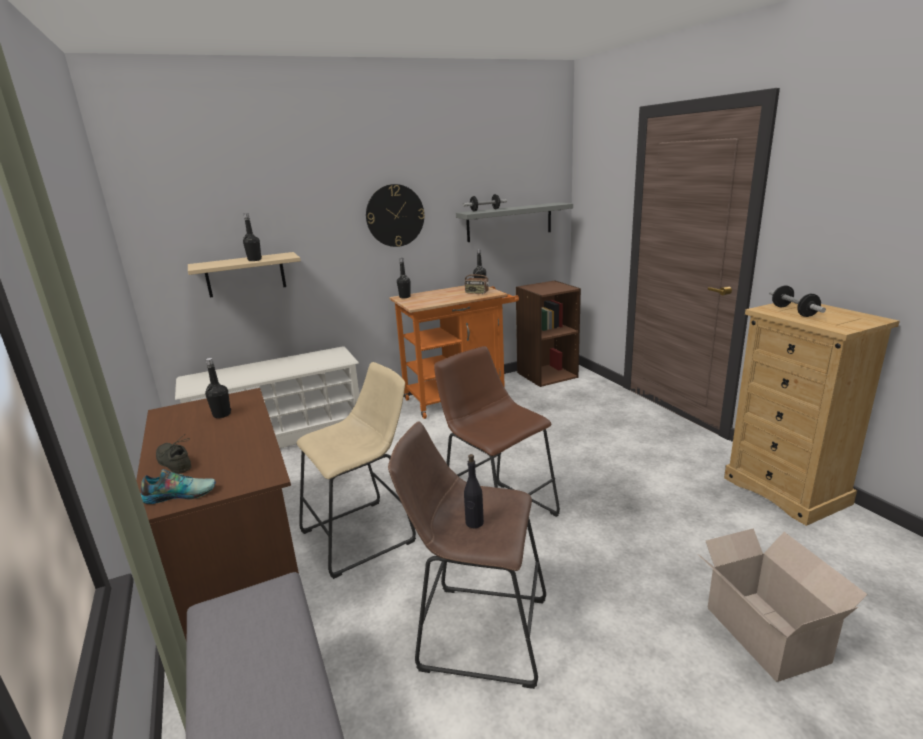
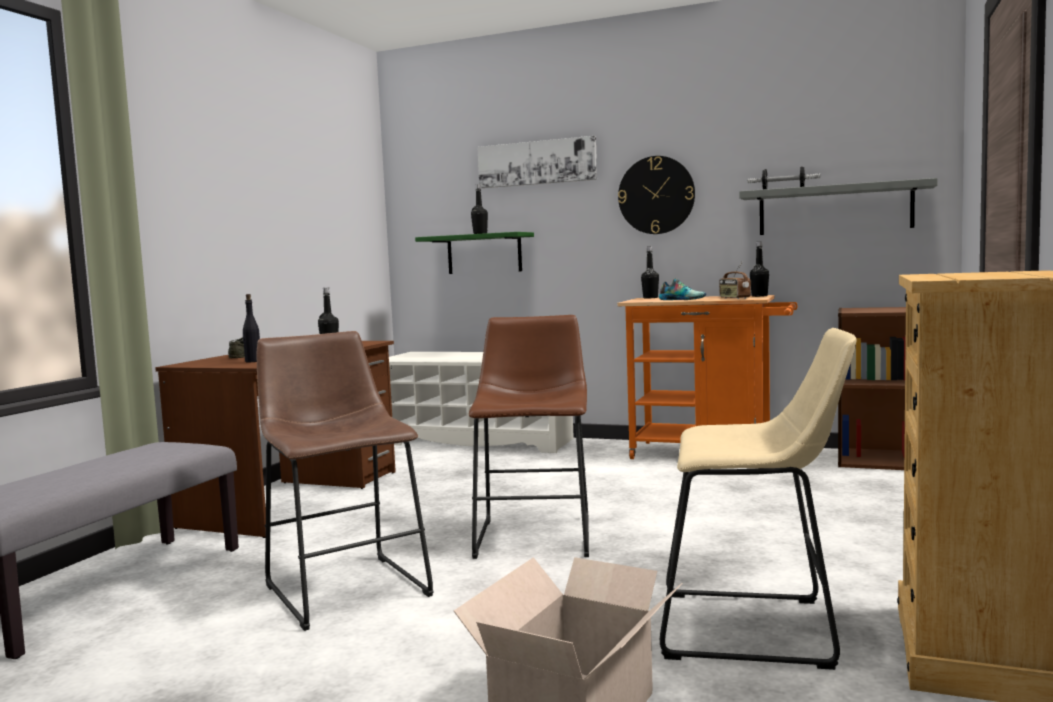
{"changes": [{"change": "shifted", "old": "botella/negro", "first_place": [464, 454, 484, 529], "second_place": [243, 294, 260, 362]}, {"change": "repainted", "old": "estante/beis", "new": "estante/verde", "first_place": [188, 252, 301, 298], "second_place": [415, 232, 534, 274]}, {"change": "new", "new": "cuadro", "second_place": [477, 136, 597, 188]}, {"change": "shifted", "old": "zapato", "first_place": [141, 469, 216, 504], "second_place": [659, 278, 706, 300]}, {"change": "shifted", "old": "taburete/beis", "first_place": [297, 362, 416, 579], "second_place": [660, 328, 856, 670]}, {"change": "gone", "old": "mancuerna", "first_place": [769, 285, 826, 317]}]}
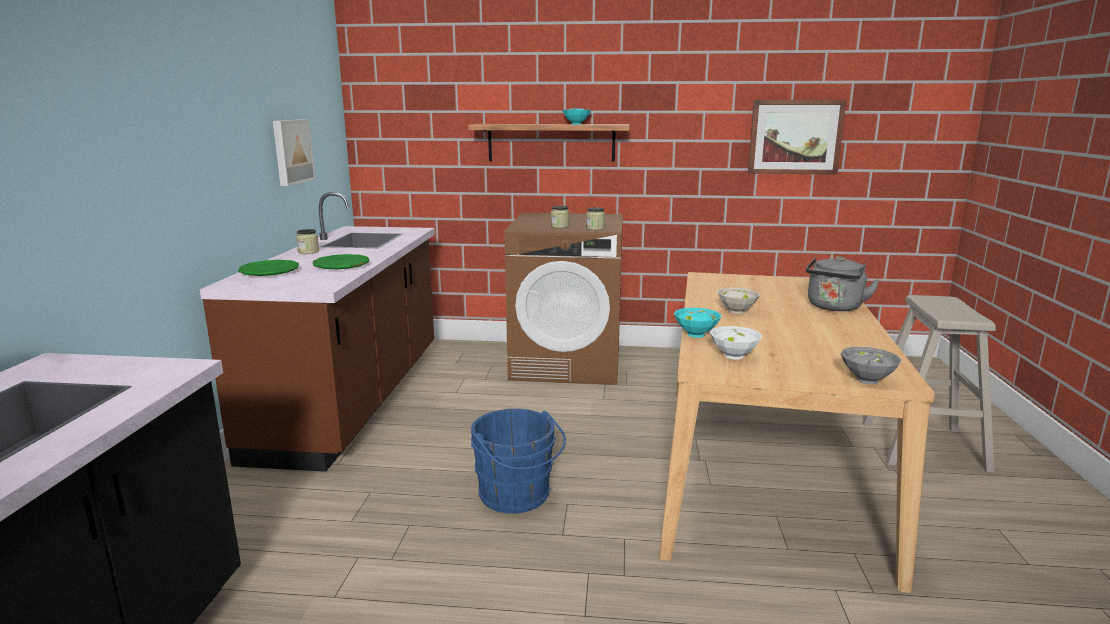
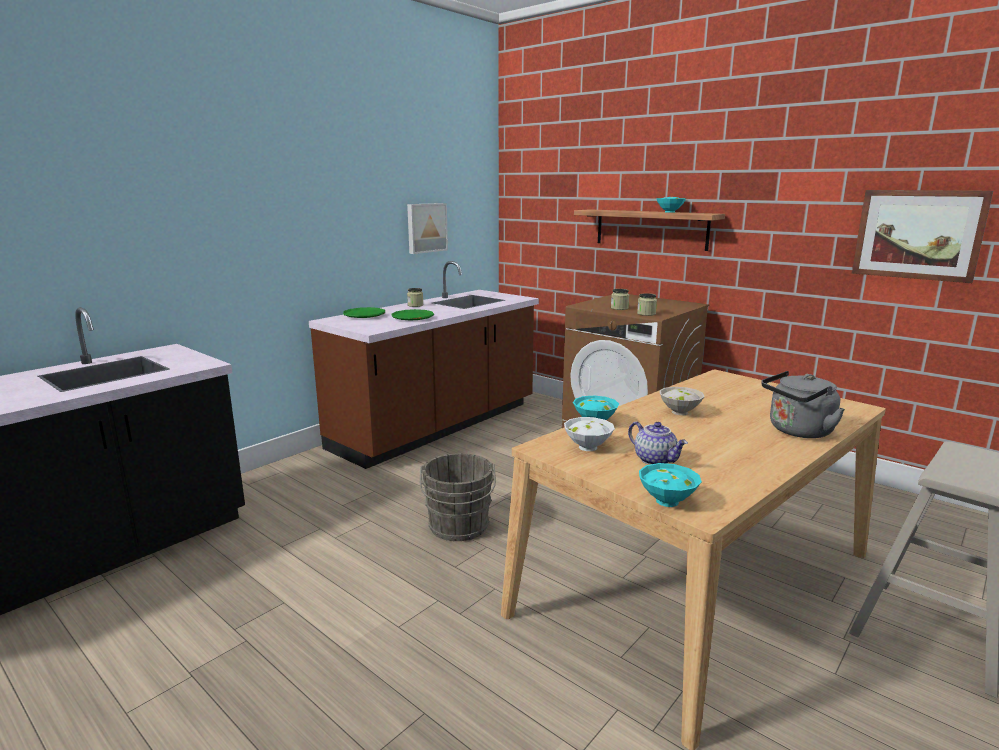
{"changes": [{"change": "repainted", "old": "cubo/azul", "new": "cubo/gris", "first_place": [471, 409, 566, 514], "second_place": [420, 453, 496, 541]}, {"change": "new", "new": "tetera", "second_place": [628, 421, 688, 465]}, {"change": "repainted", "old": "cuenco/gris", "new": "cuenco/turquesa", "first_place": [841, 347, 902, 384], "second_place": [639, 463, 702, 507]}]}
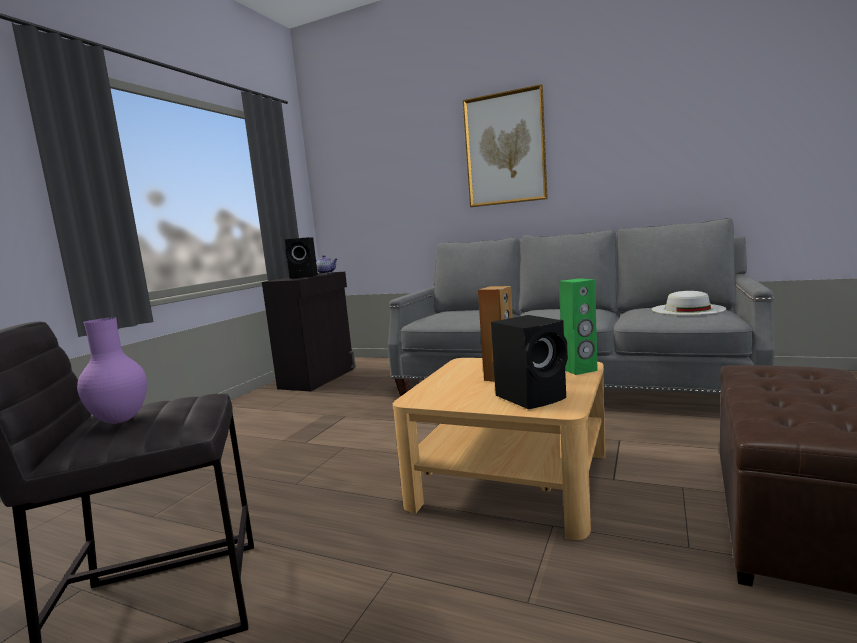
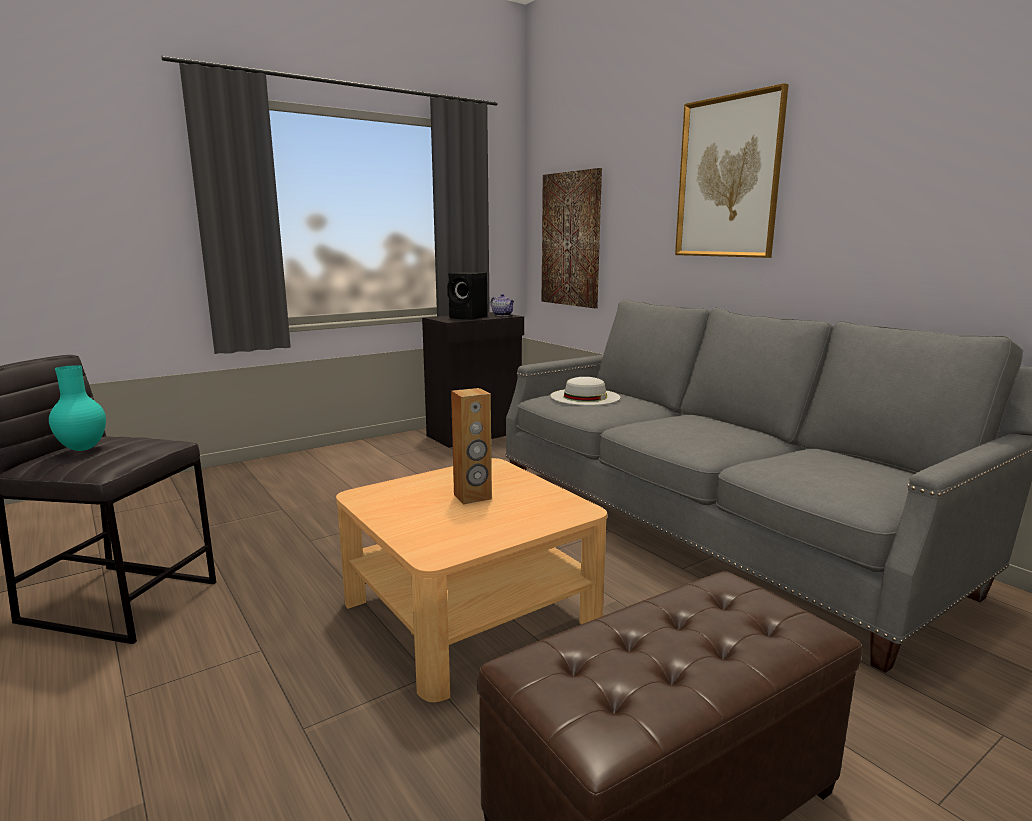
{"changes": [{"change": "repainted", "old": "florero/morado", "new": "florero/turquesa", "first_place": [77, 317, 147, 424], "second_place": [49, 365, 106, 451]}, {"change": "new", "new": "cuadro", "second_place": [542, 168, 602, 308]}, {"change": "shifted", "old": "sombrero/blanco", "first_place": [652, 291, 726, 315], "second_place": [550, 377, 620, 405]}, {"change": "gone", "old": "altavoz/negro", "first_place": [491, 315, 568, 409]}, {"change": "gone", "old": "altavoz/verde", "first_place": [559, 278, 598, 375]}]}
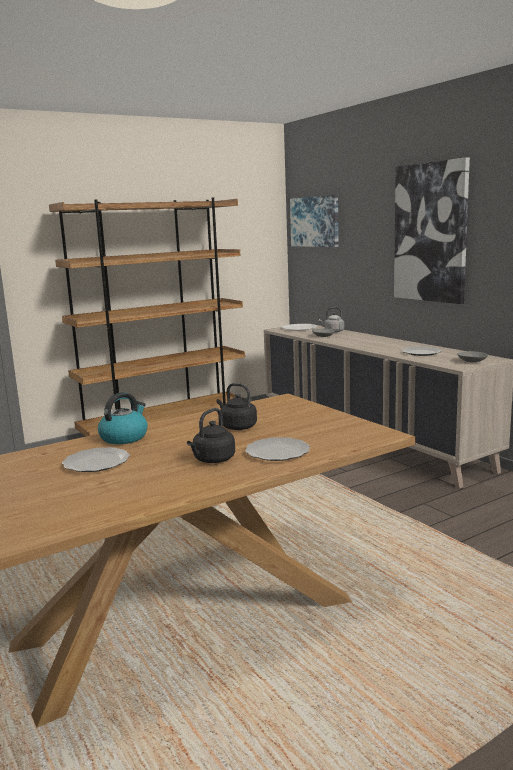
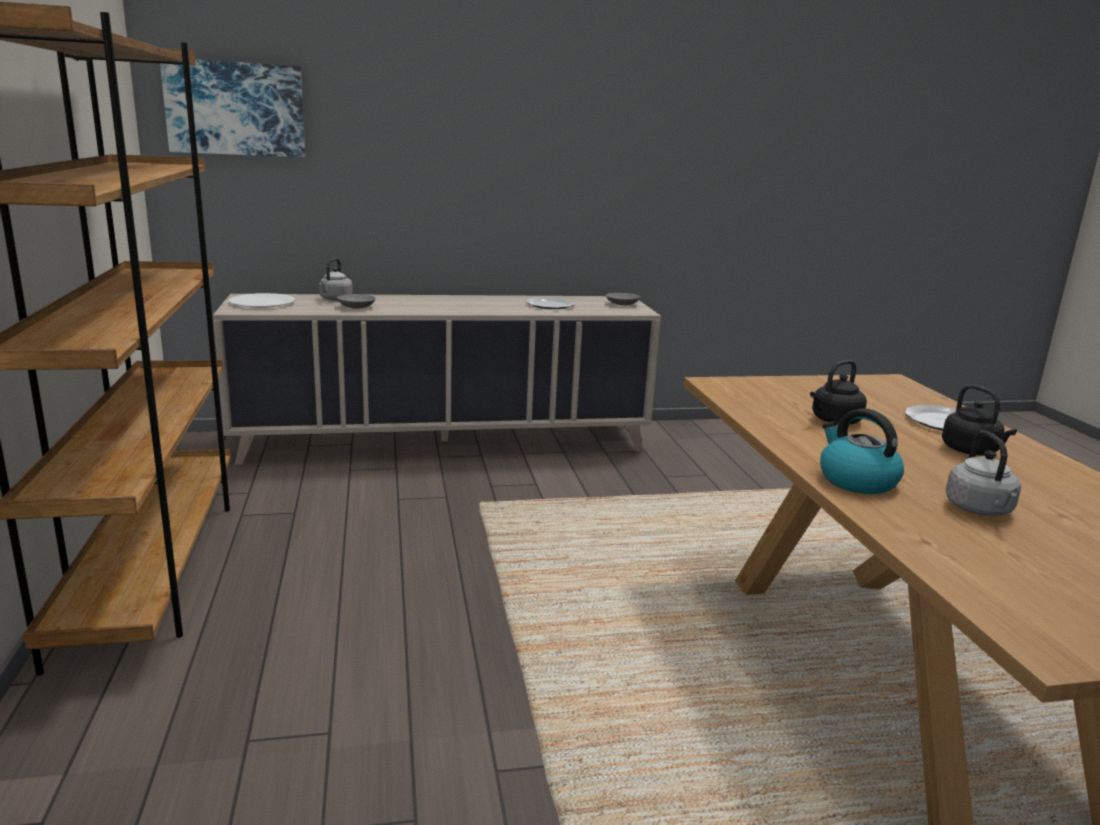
{"changes": [{"change": "swapped", "old": "plato", "new": "hervidor/gris", "first_place": [62, 447, 130, 472], "second_place": [946, 431, 1021, 517]}, {"change": "gone", "old": "cuadro", "first_place": [394, 157, 470, 304]}]}
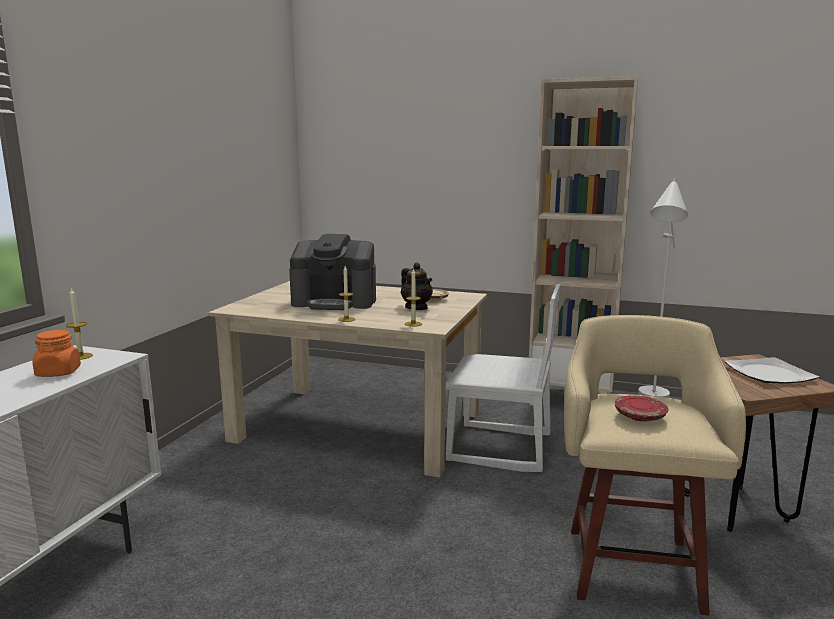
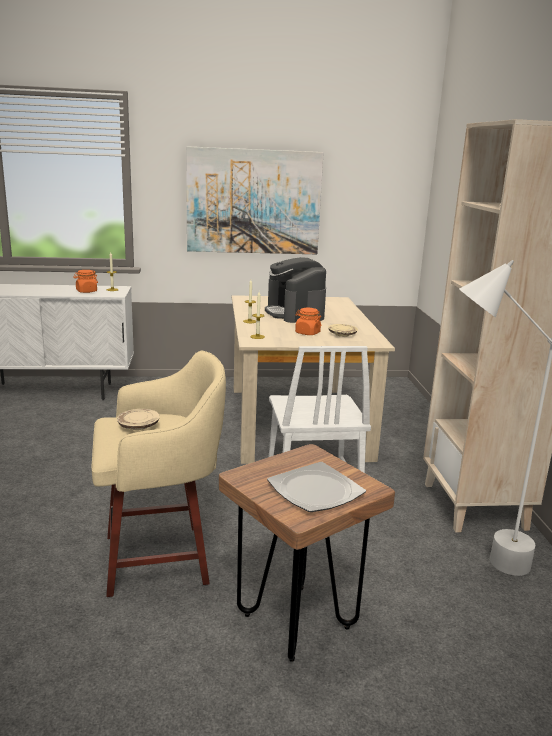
{"changes": [{"change": "repainted", "old": "plato/rojo", "new": "plato/beis", "first_place": [615, 395, 669, 422], "second_place": [117, 409, 160, 430]}, {"change": "new", "new": "cuadro", "second_place": [186, 146, 324, 254]}, {"change": "swapped", "old": "tetera", "new": "tarro/naranja", "first_place": [401, 262, 433, 310], "second_place": [295, 308, 321, 335]}]}
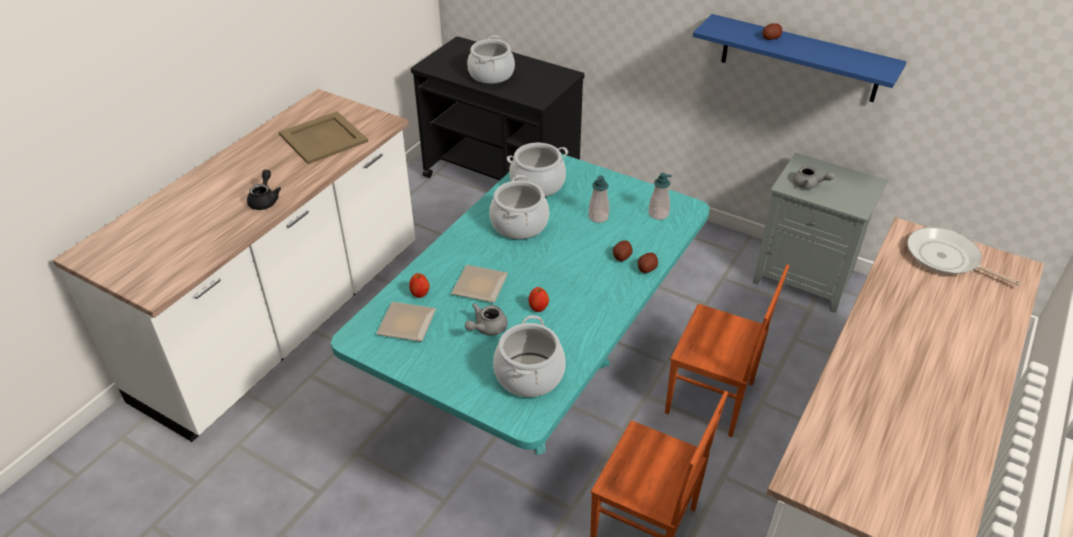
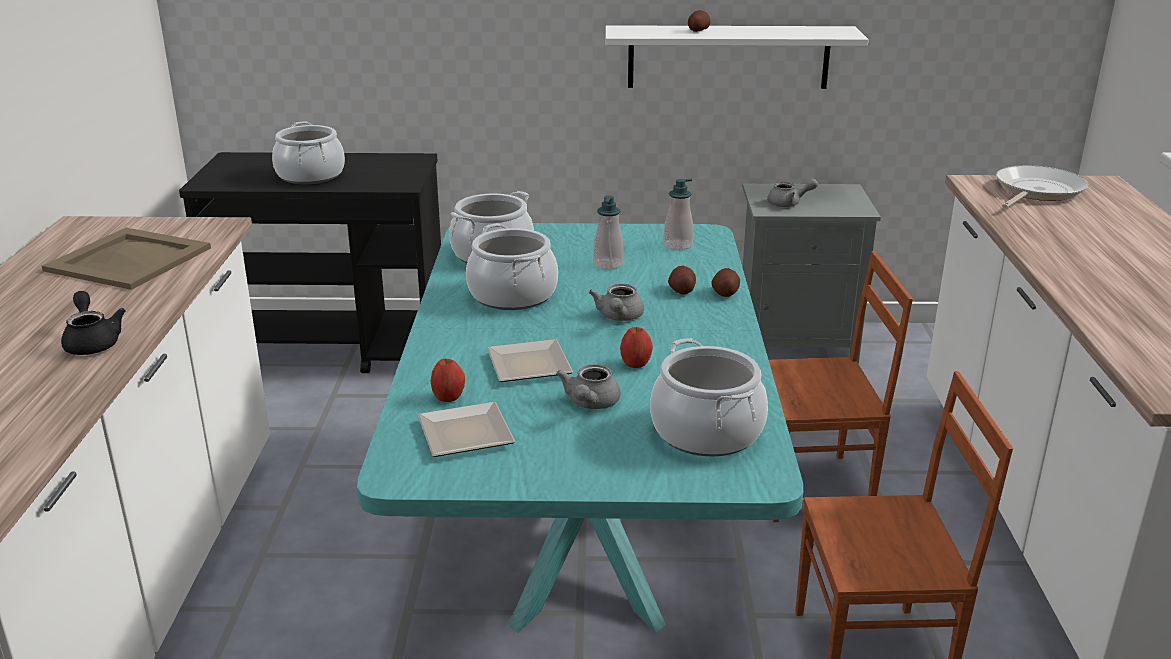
{"changes": [{"change": "new", "new": "tetera/gris", "second_place": [589, 284, 644, 321]}, {"change": "repainted", "old": "estante/azul", "new": "estante/blanco", "first_place": [693, 14, 906, 102], "second_place": [606, 25, 869, 89]}, {"change": "rotated", "old": "sartén", "first_place": [907, 227, 1021, 286], "second_place": [996, 165, 1088, 208], "degrees": 120}]}
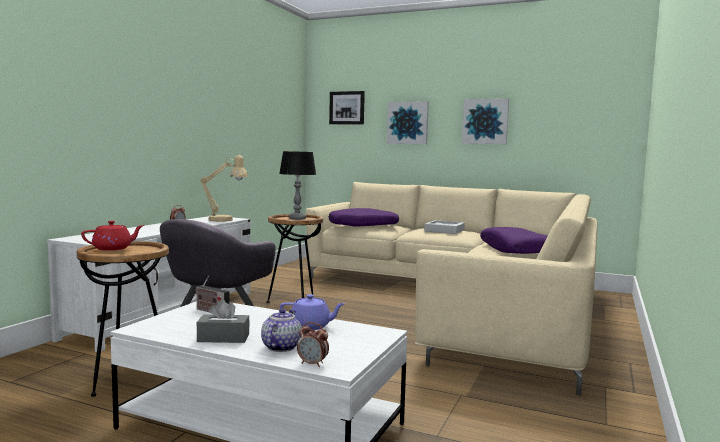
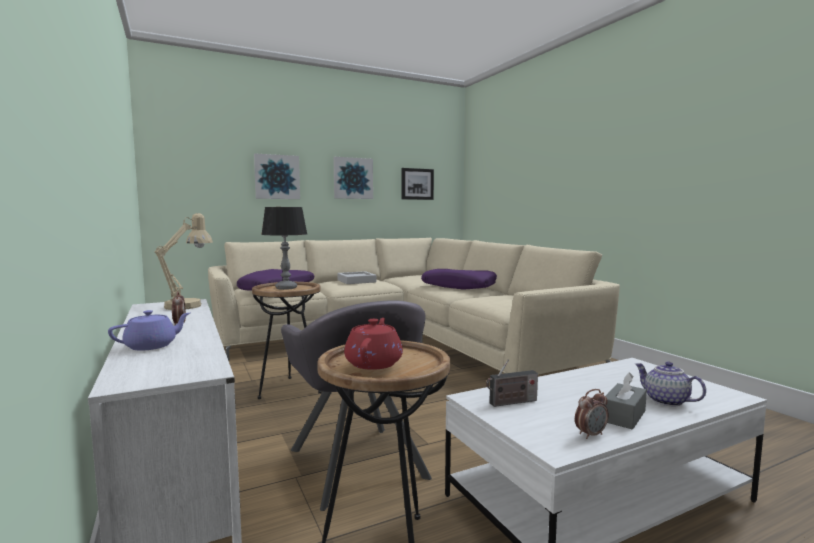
{"changes": [{"change": "shifted", "old": "tetera/morado", "first_place": [280, 294, 345, 330], "second_place": [108, 310, 190, 351]}, {"change": "shifted", "old": "cuadro", "first_place": [329, 91, 365, 124], "second_place": [402, 168, 434, 200]}, {"change": "shifted", "old": "despertador", "first_place": [297, 322, 329, 367], "second_place": [575, 389, 609, 439]}]}
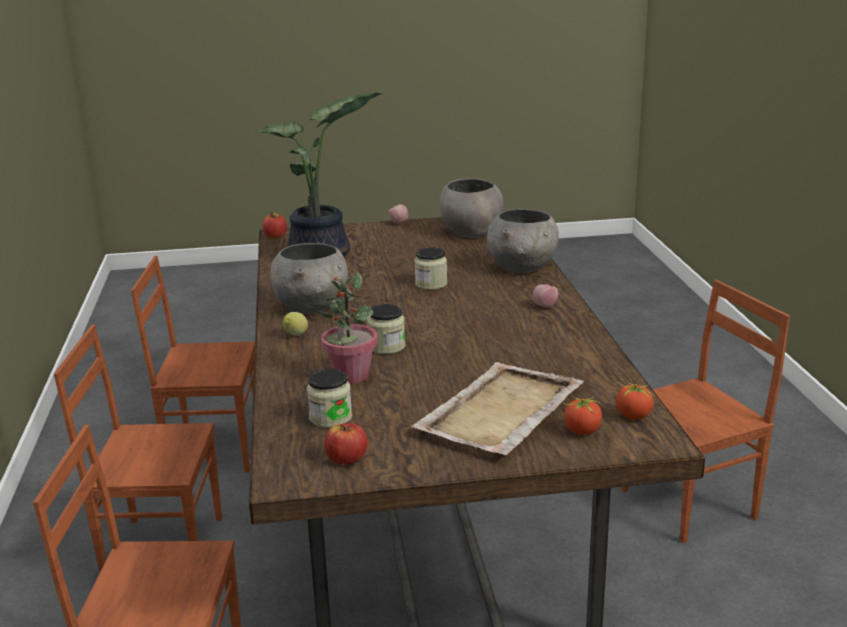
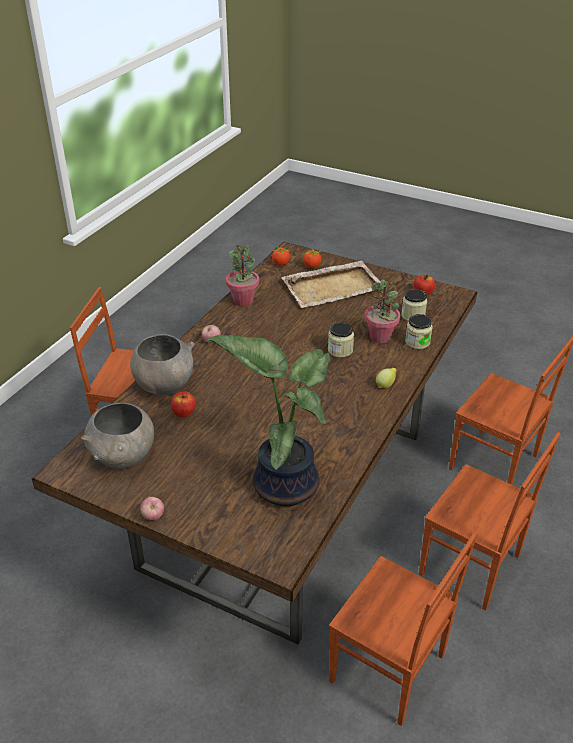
{"changes": [{"change": "shifted", "old": "manzana", "first_place": [263, 212, 287, 239], "second_place": [171, 392, 196, 418]}, {"change": "new", "new": "planta en maceta", "second_place": [226, 245, 259, 306]}, {"change": "shifted", "old": "tarro", "first_place": [414, 247, 447, 290], "second_place": [405, 314, 433, 349]}, {"change": "gone", "old": "cuenco/gris", "first_place": [270, 243, 348, 314]}]}
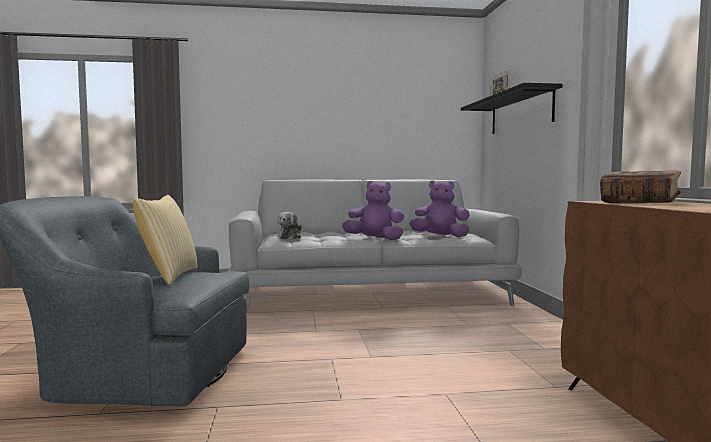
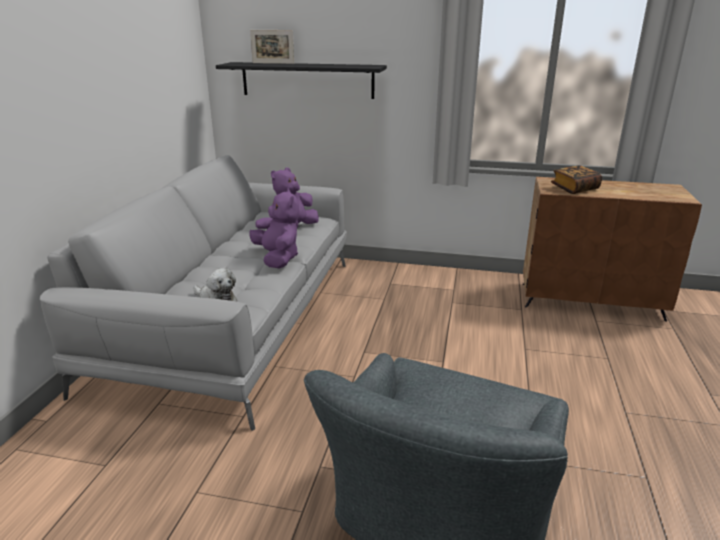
{"changes": [{"change": "rotated", "old": "peluche/morado", "first_place": [342, 181, 404, 240], "second_place": [249, 188, 299, 269], "degrees": 120}, {"change": "gone", "old": "cojín", "first_place": [133, 195, 198, 285]}]}
